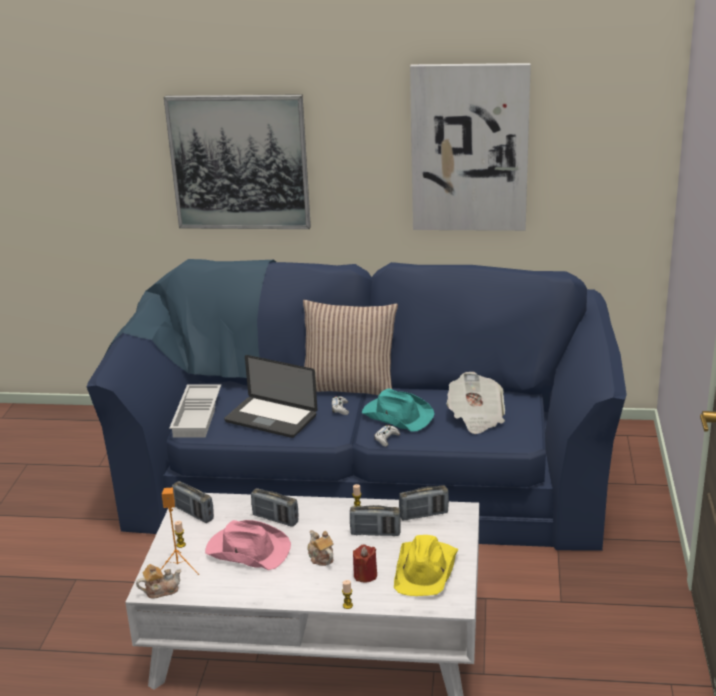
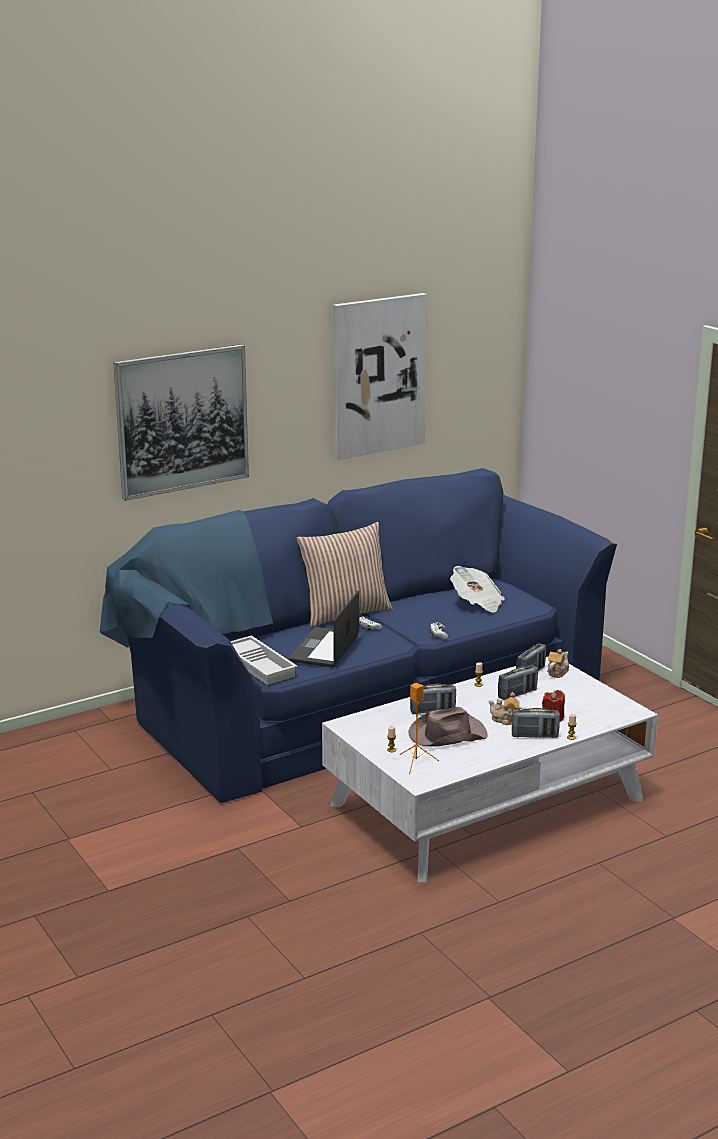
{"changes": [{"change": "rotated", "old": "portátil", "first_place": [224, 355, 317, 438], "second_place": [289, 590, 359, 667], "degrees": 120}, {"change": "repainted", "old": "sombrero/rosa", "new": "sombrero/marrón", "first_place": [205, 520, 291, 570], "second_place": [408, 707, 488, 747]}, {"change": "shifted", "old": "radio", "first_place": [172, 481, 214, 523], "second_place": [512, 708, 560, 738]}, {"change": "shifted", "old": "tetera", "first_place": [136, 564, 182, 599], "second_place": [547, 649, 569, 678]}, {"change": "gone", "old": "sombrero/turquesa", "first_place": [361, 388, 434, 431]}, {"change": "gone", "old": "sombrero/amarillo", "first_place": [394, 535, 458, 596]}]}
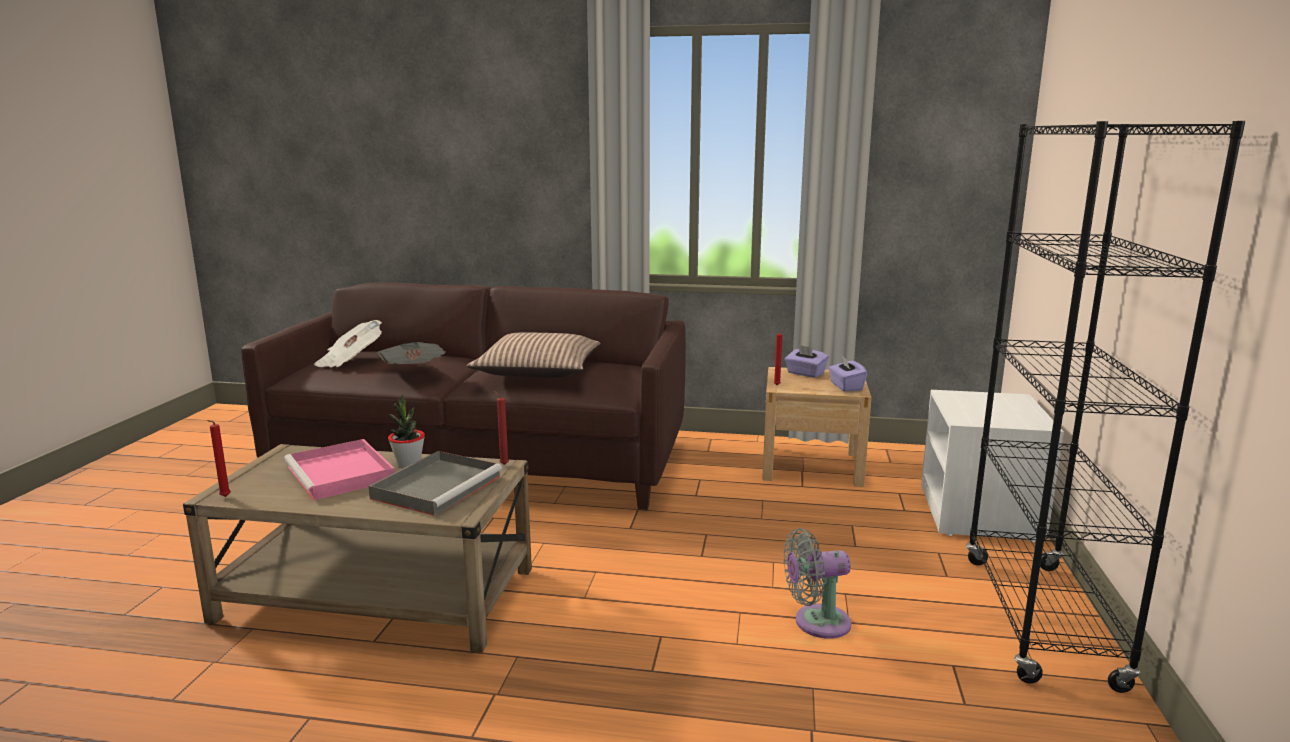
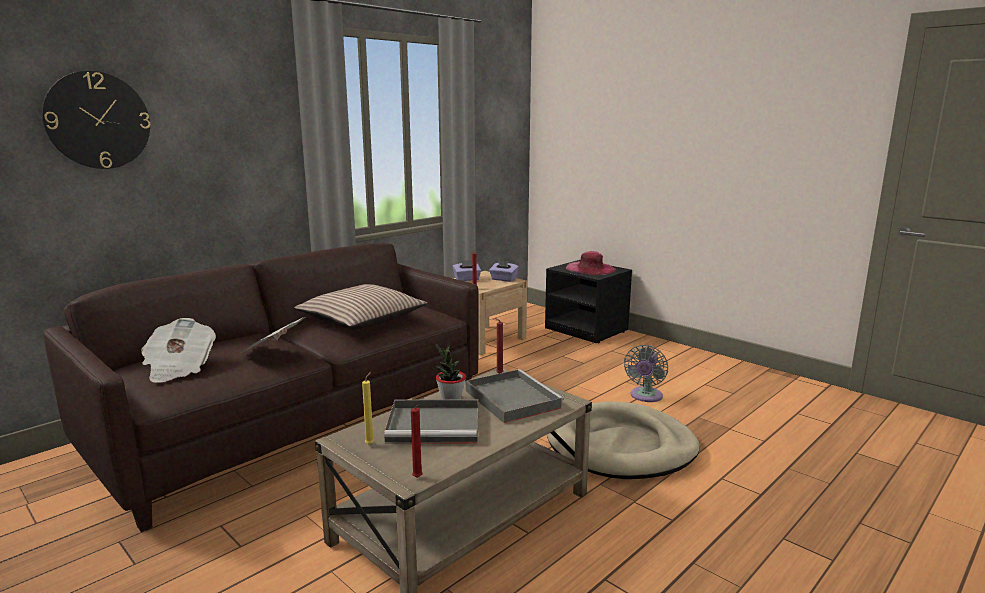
{"changes": [{"change": "new", "new": "reloj de pared", "second_place": [42, 71, 150, 169]}, {"change": "new", "new": "vela/amarillo", "second_place": [362, 372, 374, 445]}, {"change": "repainted", "old": "bandeja/rosa", "new": "bandeja/gris", "first_place": [284, 439, 395, 500], "second_place": [384, 399, 478, 444]}, {"change": "repainted", "old": "mesita de noche/blanco", "new": "mesita de noche/negro", "first_place": [921, 390, 1064, 542], "second_place": [545, 260, 632, 343]}, {"change": "new", "new": "cama para perro/beis", "second_place": [547, 401, 700, 479]}, {"change": "new", "new": "sombrero/rosa", "second_place": [566, 251, 616, 275]}, {"change": "gone", "old": "estantería/negro", "first_place": [966, 121, 1245, 693]}]}
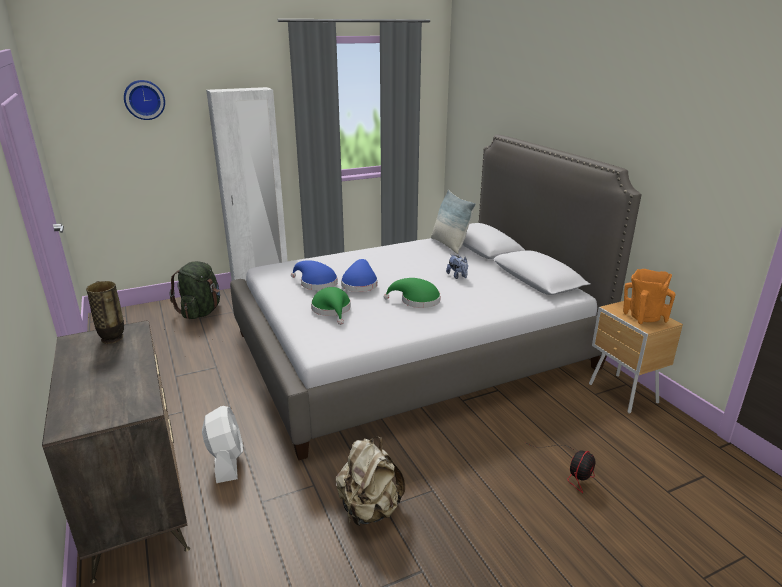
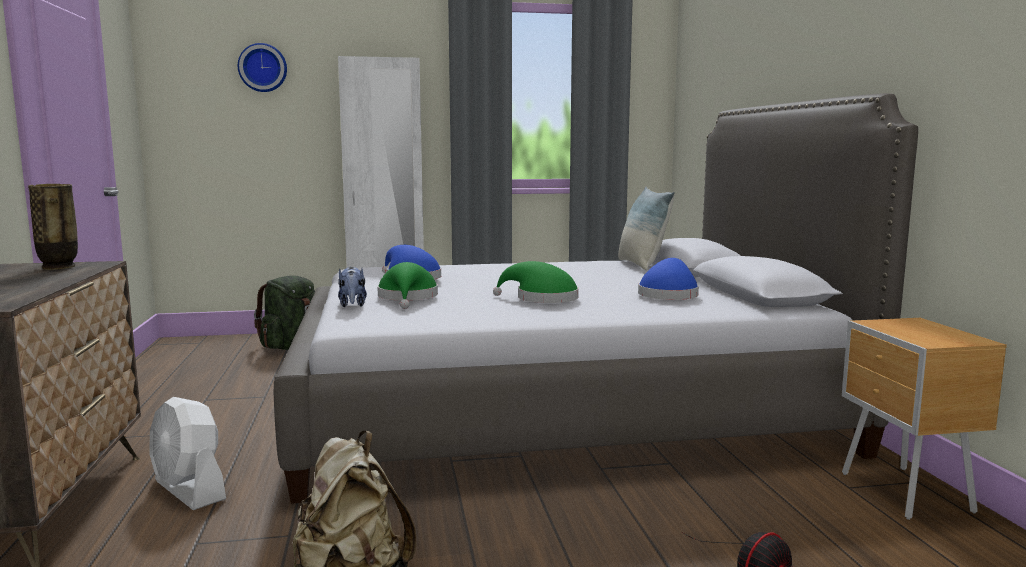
{"changes": [{"change": "rotated", "old": "ventilador/blanco", "first_place": [202, 406, 243, 483], "second_place": [150, 397, 226, 510], "degrees": 135}, {"change": "shifted", "old": "peluche", "first_place": [446, 255, 468, 279], "second_place": [338, 267, 367, 307]}, {"change": "shifted", "old": "sombrero/azul", "first_place": [341, 259, 378, 292], "second_place": [638, 258, 699, 300]}, {"change": "gone", "old": "florero/naranja", "first_place": [623, 269, 676, 324]}]}
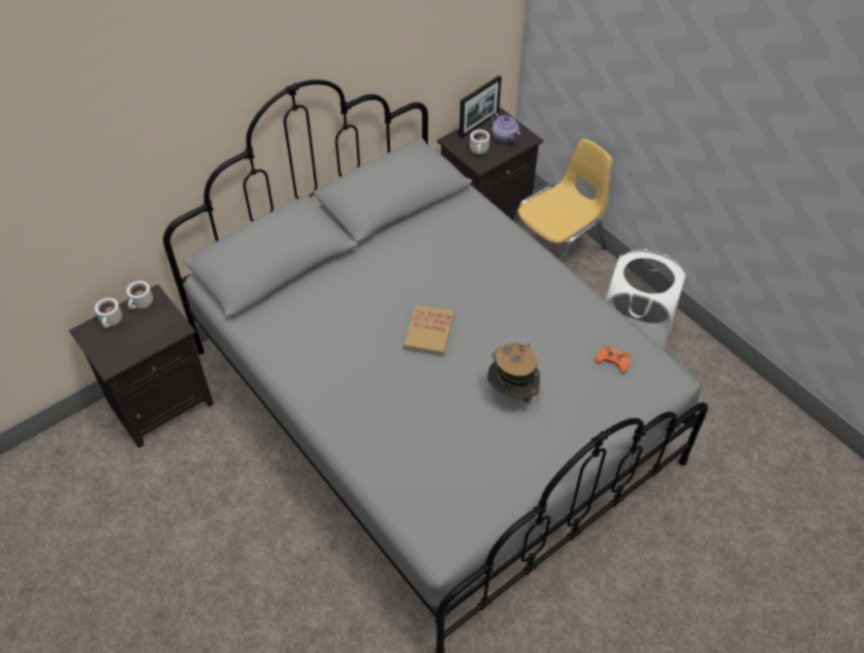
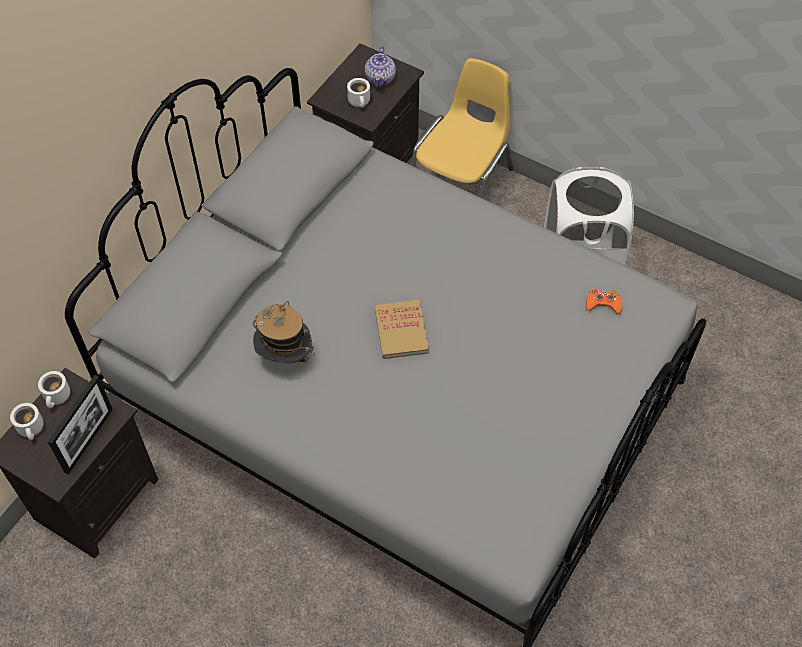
{"changes": [{"change": "shifted", "old": "portarretratos", "first_place": [459, 75, 502, 138], "second_place": [48, 375, 113, 474]}, {"change": "shifted", "old": "sombrero", "first_place": [487, 343, 540, 403], "second_place": [252, 301, 315, 363]}, {"change": "rotated", "old": "tetera", "first_place": [491, 112, 520, 143], "second_place": [365, 46, 396, 88], "degrees": 60}]}
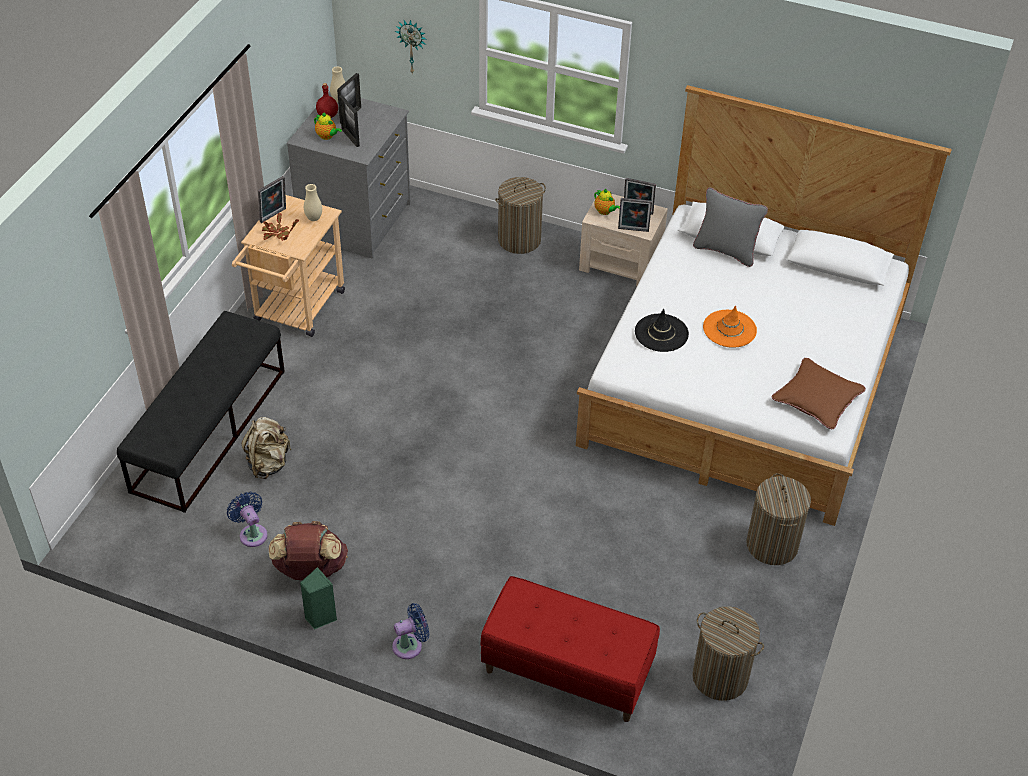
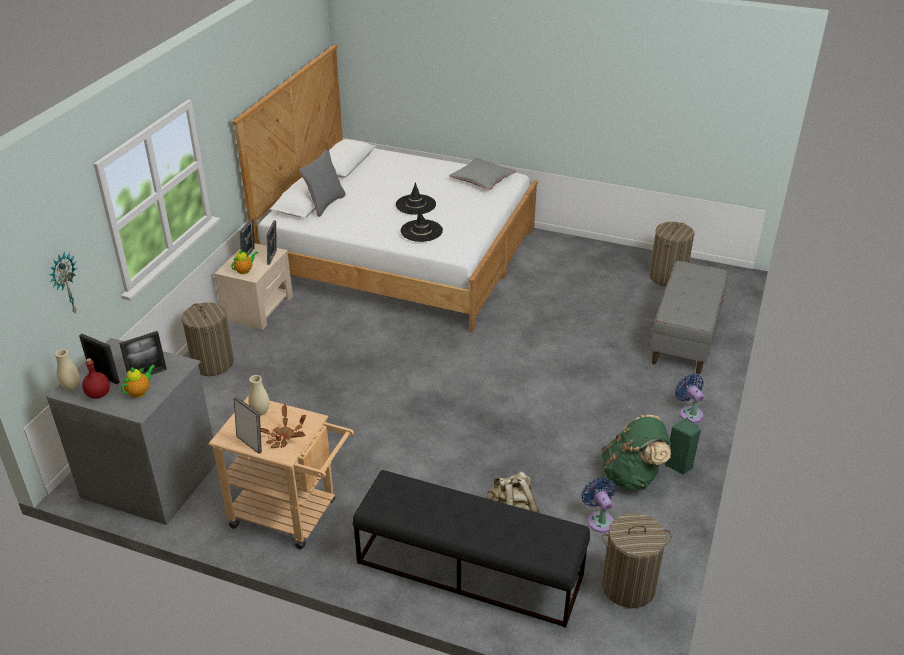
{"changes": [{"change": "repainted", "old": "sombrero/naranja", "new": "sombrero/negro", "first_place": [703, 305, 757, 348], "second_place": [396, 182, 436, 215]}, {"change": "repainted", "old": "cojín/marrón", "new": "cojín/gris", "first_place": [771, 358, 866, 429], "second_place": [449, 158, 516, 190]}, {"change": "rotated", "old": "ventilador/azul", "first_place": [227, 492, 268, 547], "second_place": [582, 477, 616, 533], "degrees": 105}, {"change": "repainted", "old": "mochila/marrón", "new": "mochila/verde", "first_place": [269, 521, 348, 580], "second_place": [601, 415, 671, 490]}, {"change": "shifted", "old": "cesto de la ropa", "first_place": [746, 473, 811, 565], "second_place": [602, 513, 672, 608]}, {"change": "repainted", "old": "banco/rojo", "new": "banco/gris", "first_place": [481, 576, 660, 722], "second_place": [650, 261, 728, 374]}]}
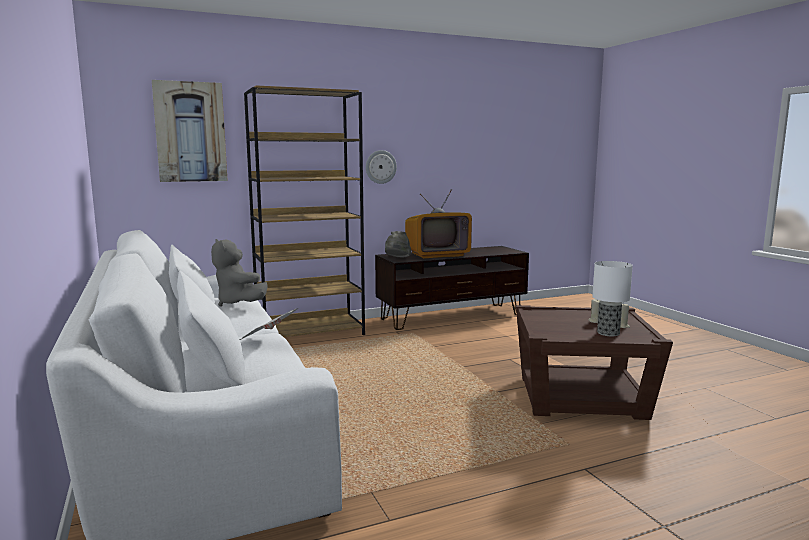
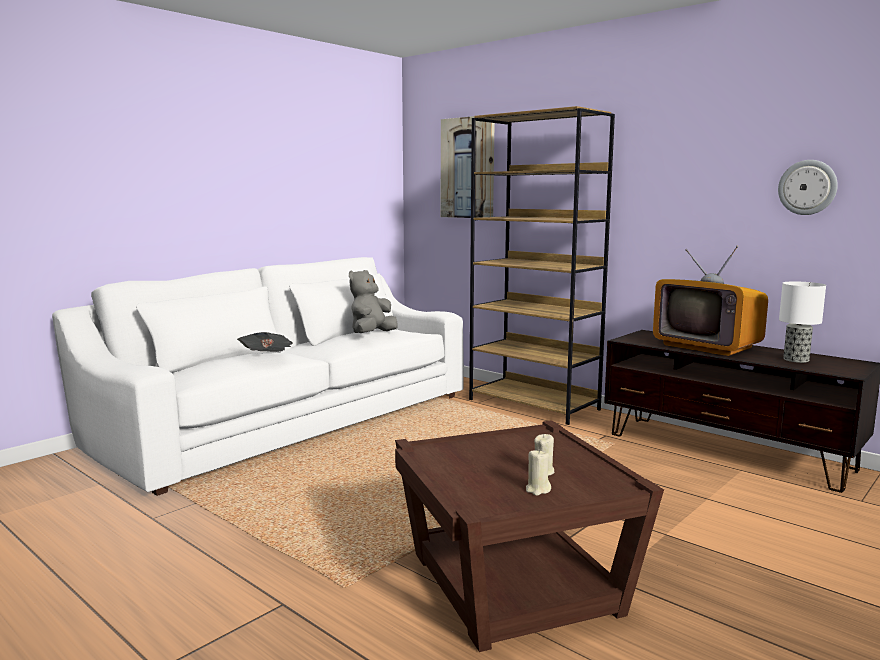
{"changes": [{"change": "shifted", "old": "reloj de pared", "first_place": [366, 150, 397, 184], "second_place": [778, 160, 838, 215]}, {"change": "shifted", "old": "lámpara de mesa", "first_place": [592, 261, 633, 336], "second_place": [779, 281, 826, 363]}, {"change": "gone", "old": "sombrero/gris", "first_place": [385, 231, 411, 258]}]}
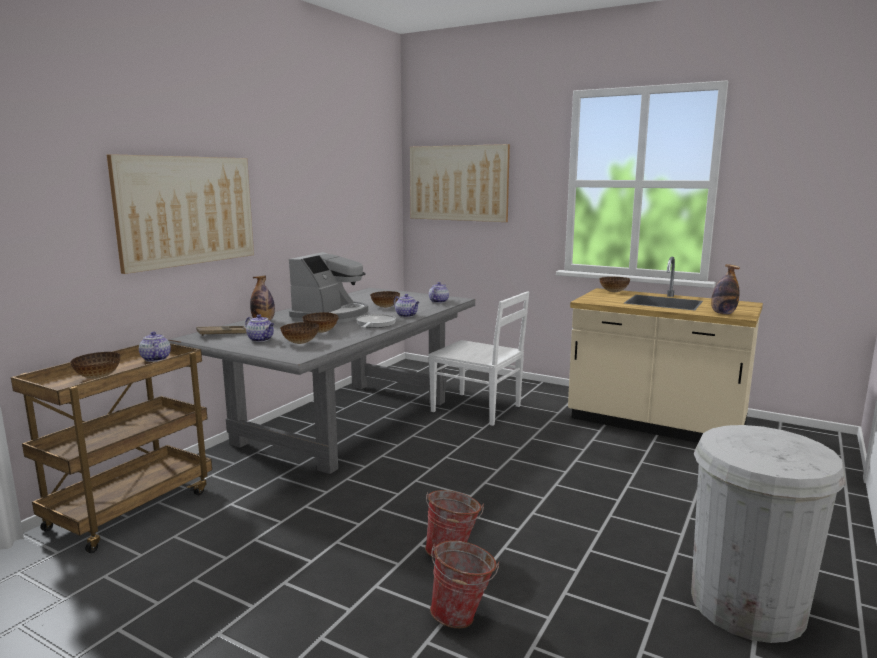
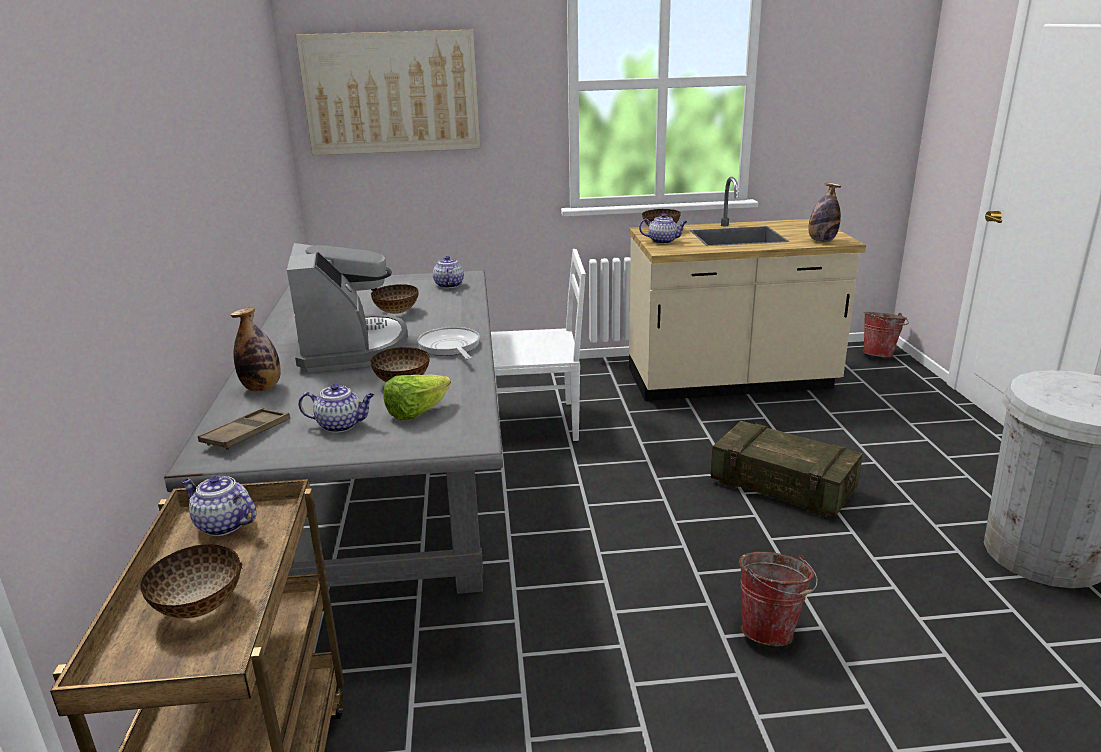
{"changes": [{"change": "swapped", "old": "cuenco", "new": "lechuga", "first_place": [280, 322, 319, 344], "second_place": [383, 375, 451, 421]}, {"change": "shifted", "old": "tetera", "first_place": [394, 294, 420, 317], "second_place": [639, 213, 688, 244]}, {"change": "new", "new": "caja de embalaje", "second_place": [711, 421, 862, 517]}, {"change": "shifted", "old": "cubo", "first_place": [430, 540, 499, 628], "second_place": [863, 312, 909, 357]}, {"change": "gone", "old": "cuadro", "first_place": [107, 154, 254, 274]}]}
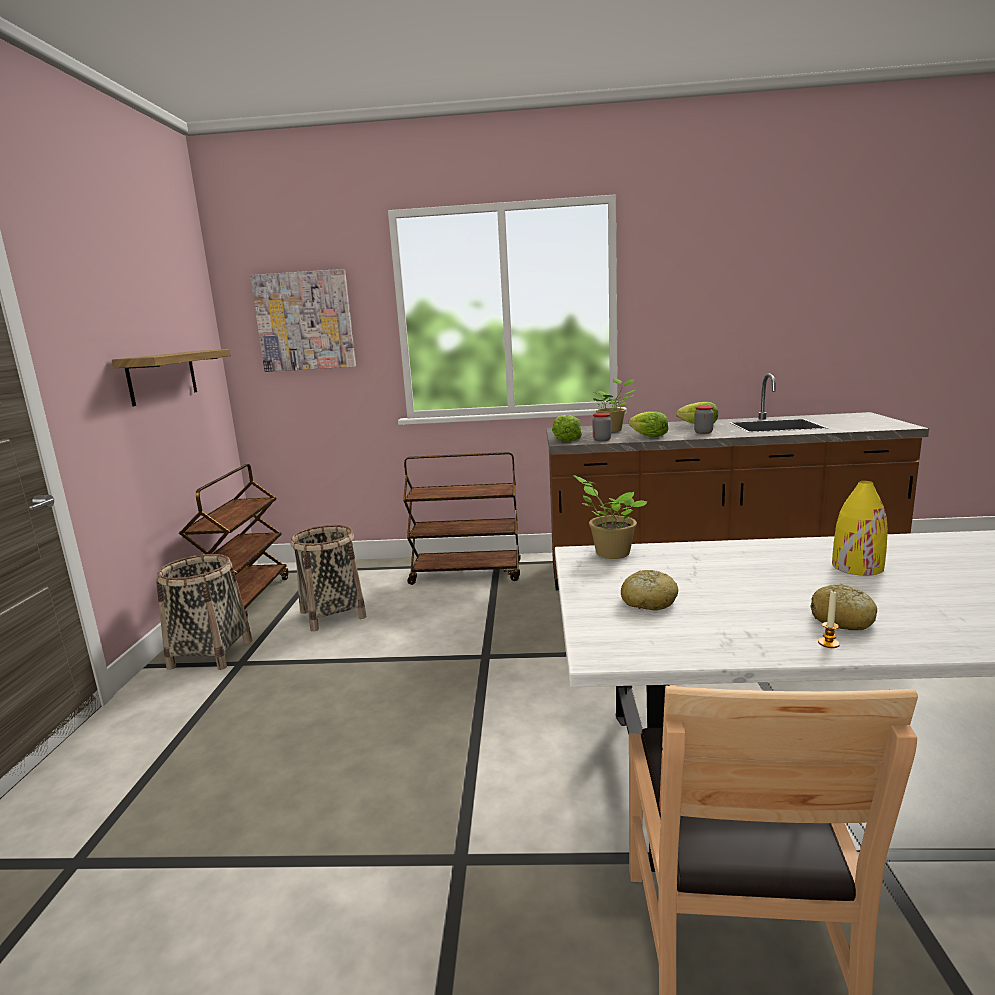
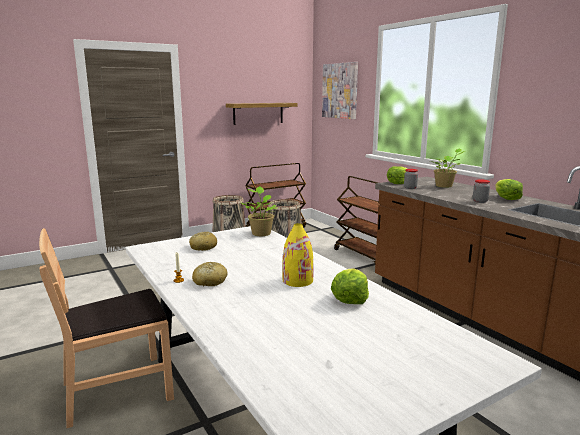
{"changes": [{"change": "shifted", "old": "lechuga", "first_place": [628, 411, 668, 437], "second_place": [331, 268, 369, 304]}]}
